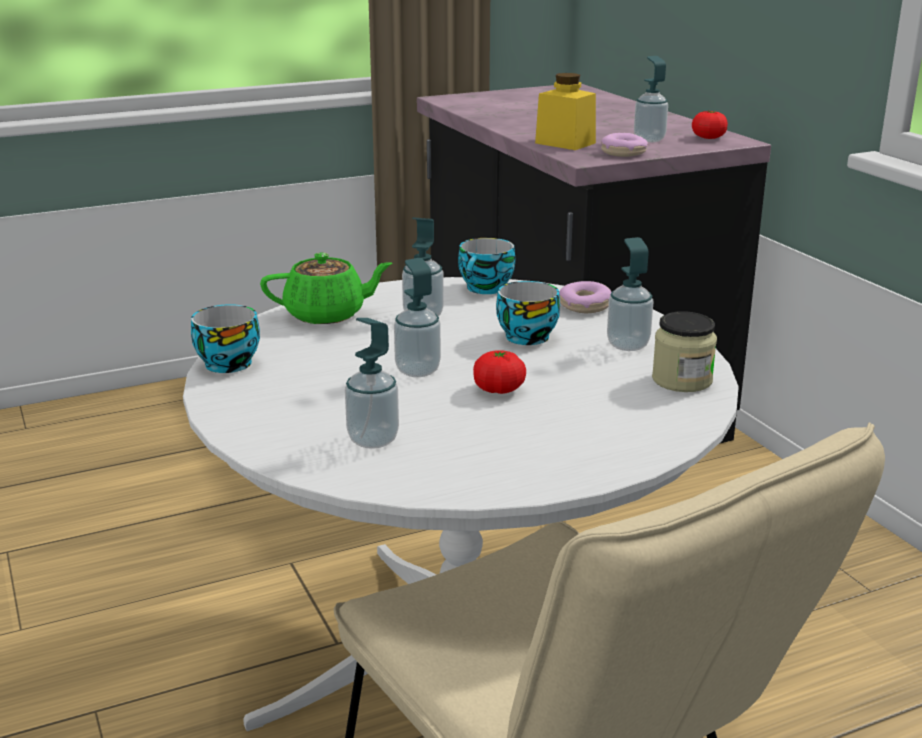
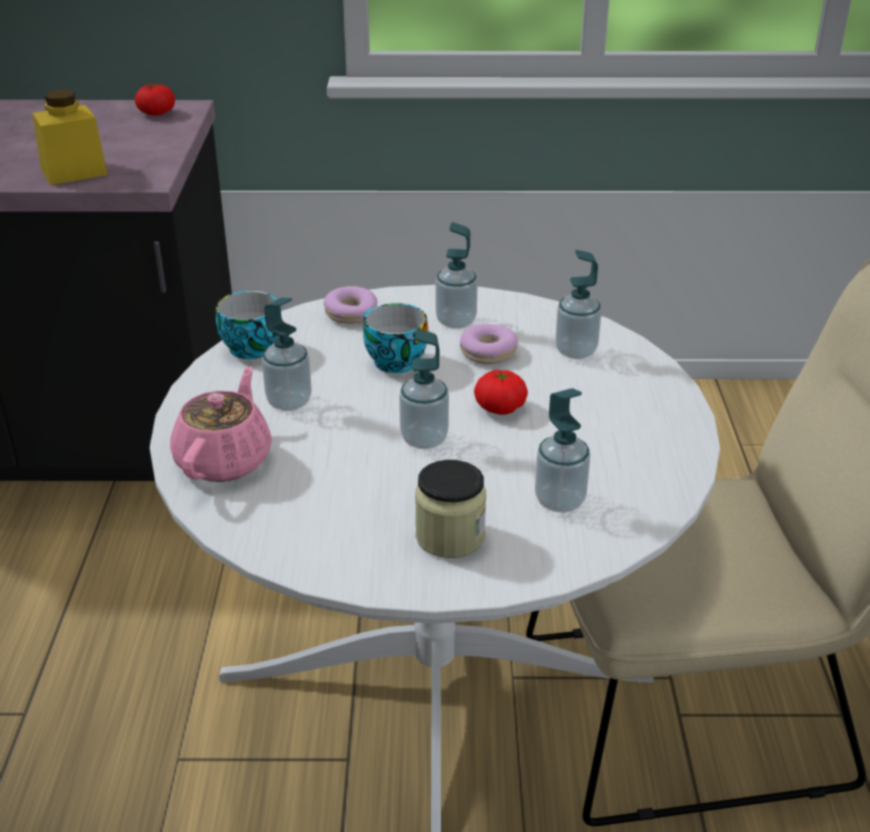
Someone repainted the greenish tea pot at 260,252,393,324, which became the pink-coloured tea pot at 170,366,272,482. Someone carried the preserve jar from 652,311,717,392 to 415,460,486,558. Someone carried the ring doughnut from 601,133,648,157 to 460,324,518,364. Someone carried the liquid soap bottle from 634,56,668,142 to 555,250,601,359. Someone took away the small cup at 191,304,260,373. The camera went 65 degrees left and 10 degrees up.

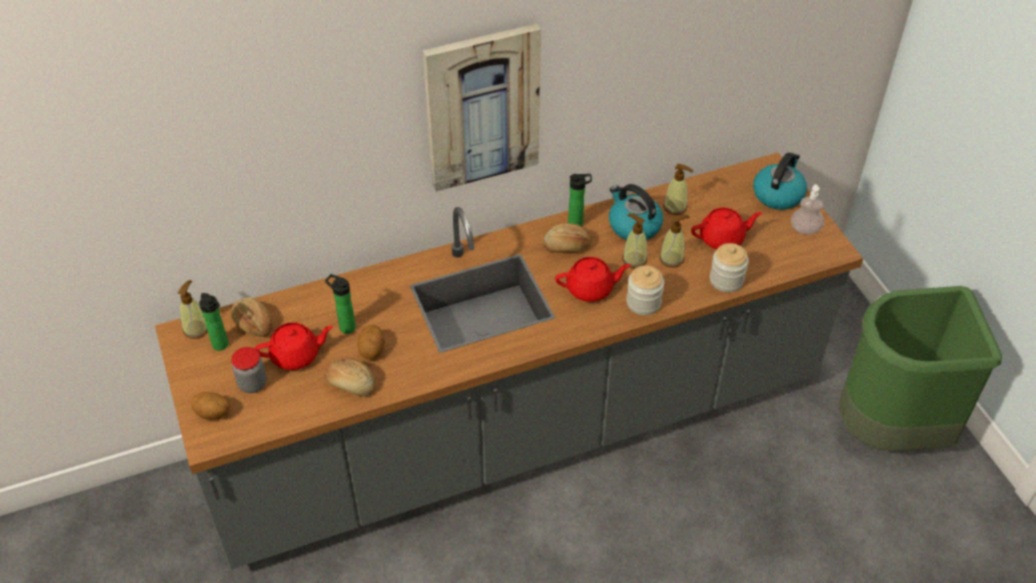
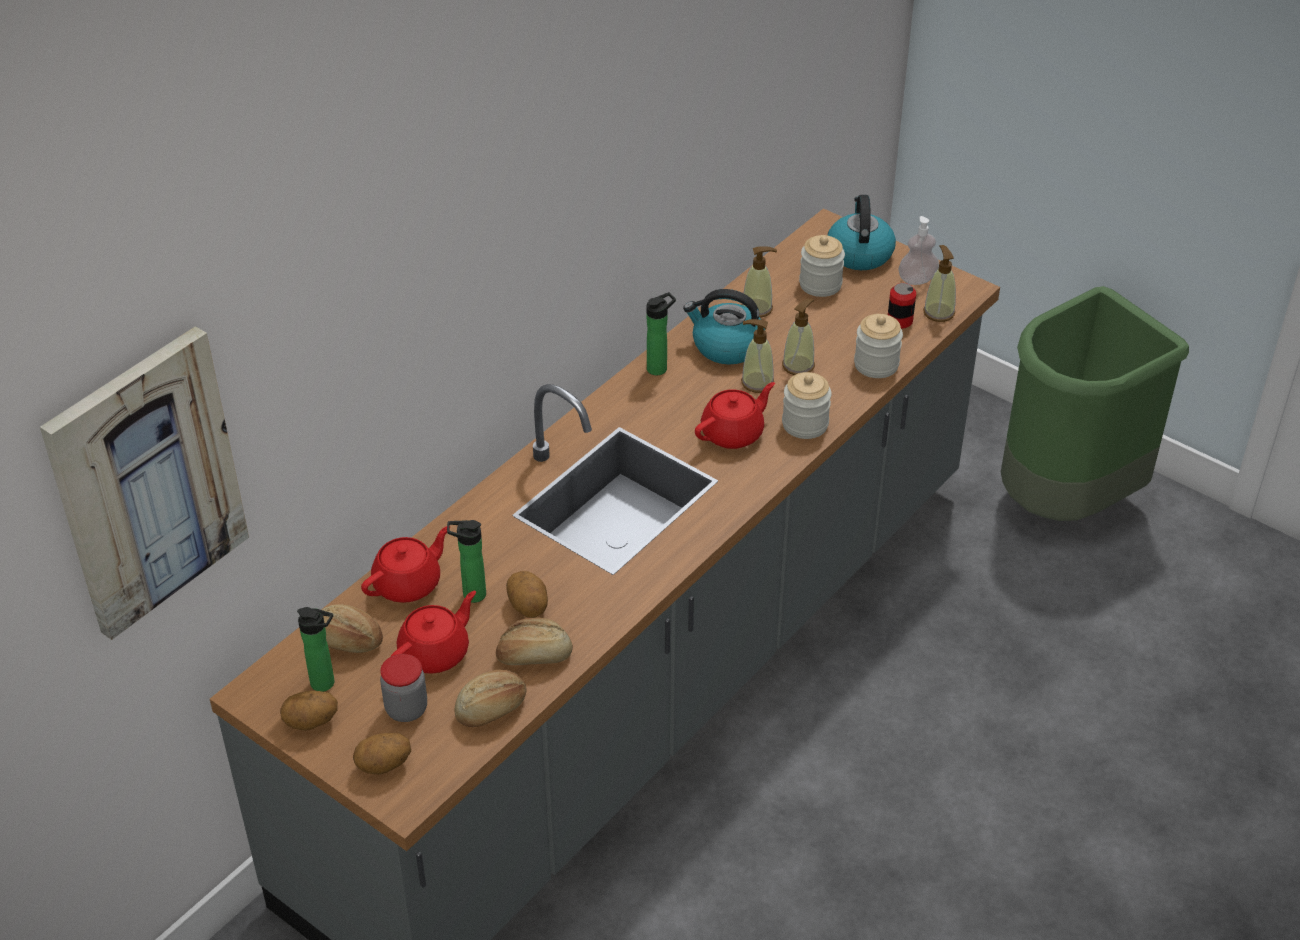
Someone carried the wall picture from 423,24,541,192 to 40,326,249,640. Someone put down the potato at 280,691,338,731. Someone carried the reddish tea pot from 691,208,762,249 to 361,526,450,603. Someone carried the bakery bread from 543,223,592,253 to 454,670,527,727. Someone put down the preserve jar at 799,235,845,297. Someone put down the sealed can at 888,283,916,329. Someone carried the liquid soap bottle from 178,280,208,339 to 923,245,956,322. The camera went 30 degrees left and 5 degrees down.

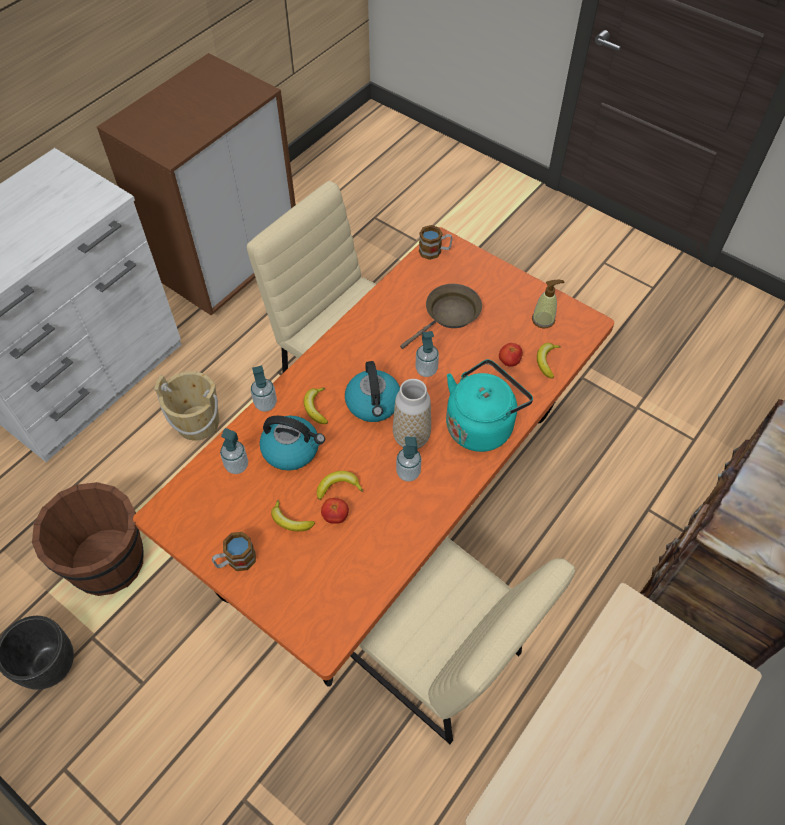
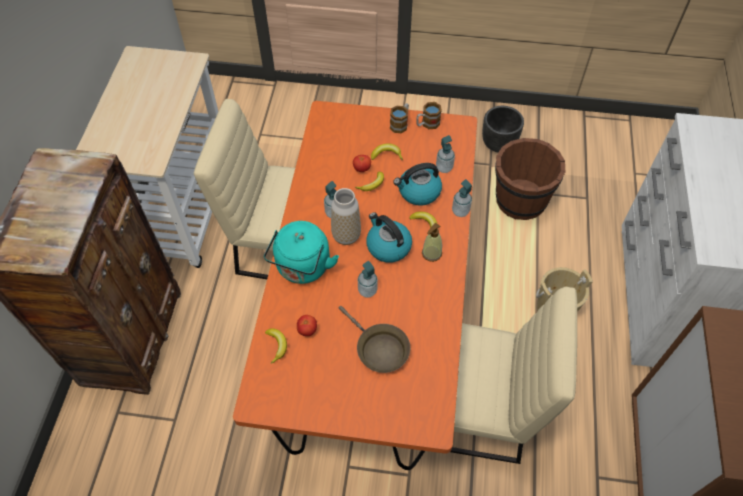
Someone rotated the brown-coloured skillet at 400,284,482,349 by 60 degrees counterclockwise. Someone carried the tea mug from 419,225,453,260 to 416,102,442,129. Someone carried the liquid soap bottle from 532,279,564,329 to 422,223,442,262. The camera went 150 degrees right and 0 degrees up.

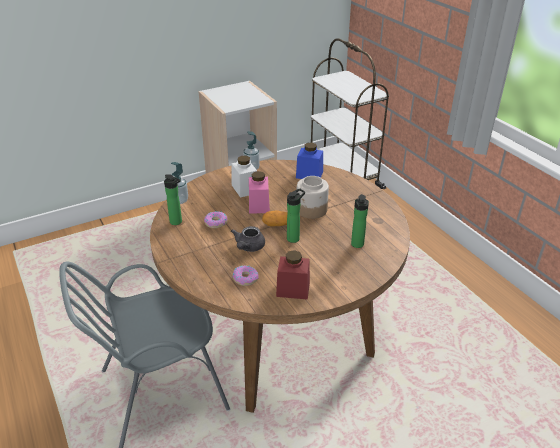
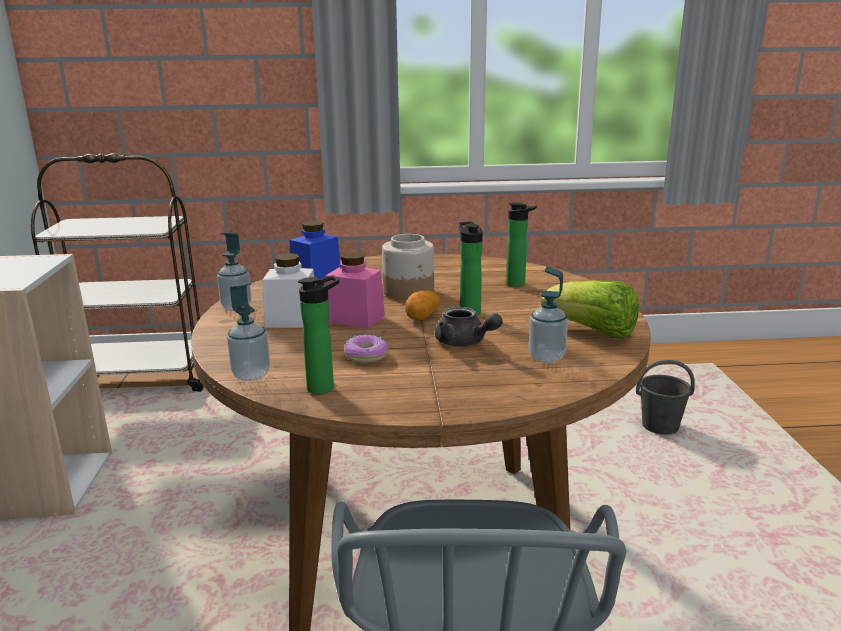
Someone swapped the ring doughnut at 232,265,259,286 for the liquid soap bottle at 529,266,568,363. Someone swapped the reddish preserve jar at 276,250,310,300 for the head of lettuce at 541,280,639,339. Someone put down the gray water bucket at 636,360,695,435. The camera went 65 degrees left and 15 degrees down.

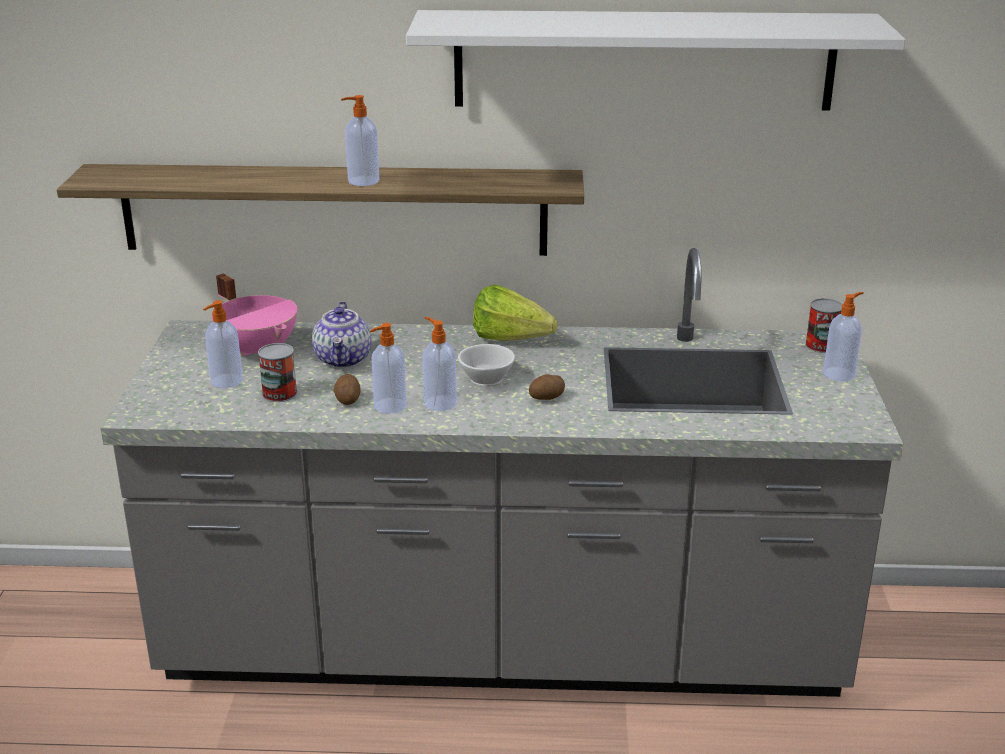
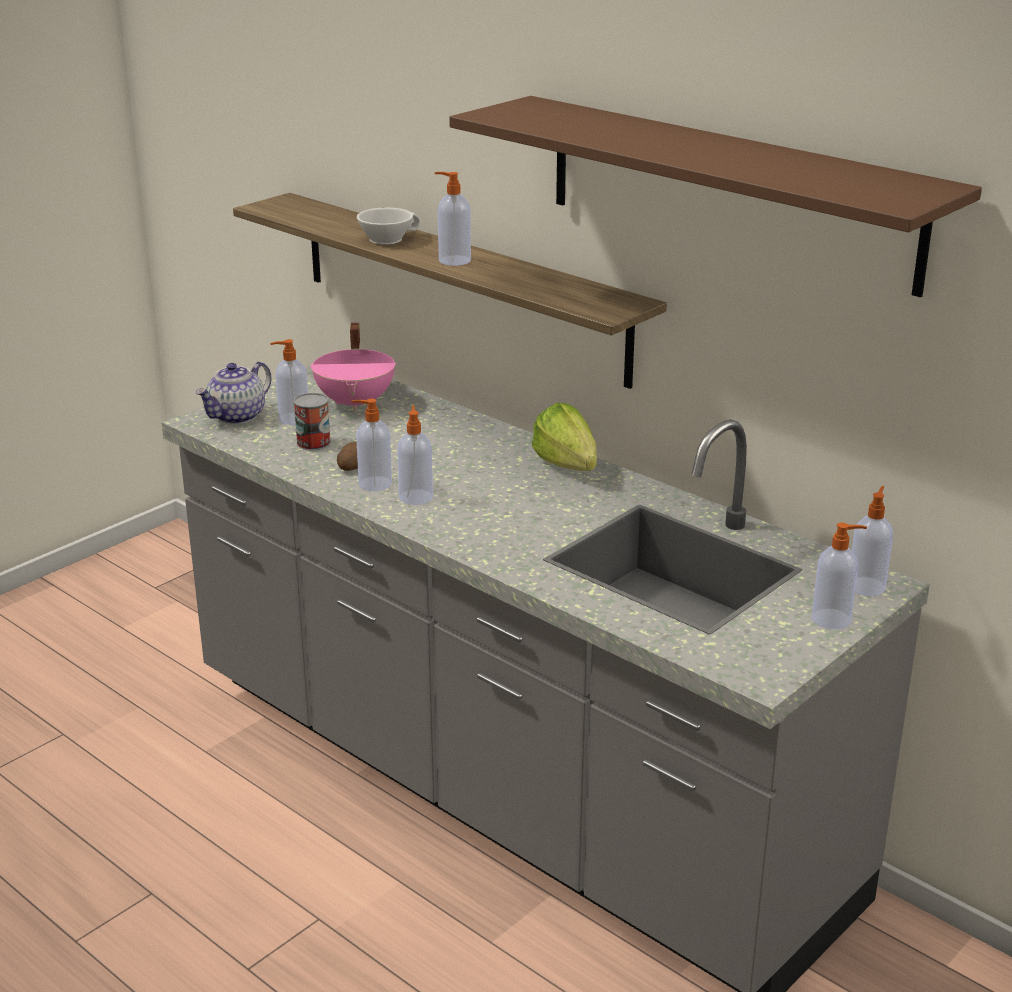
Someone carried the tea pot from 312,301,371,368 to 196,361,272,424. Someone carried the white-coloured small cup from 458,344,515,386 to 357,208,420,245. Someone repainted the white-coloured bracket shelf at 406,10,906,110, which became the brown-coloured bracket shelf at 449,96,982,297. Someone swapped the sealed can at 805,298,842,353 for the liquid soap bottle at 852,486,893,596. Someone took away the potato at 529,374,565,400. The camera went 40 degrees right and 0 degrees up.

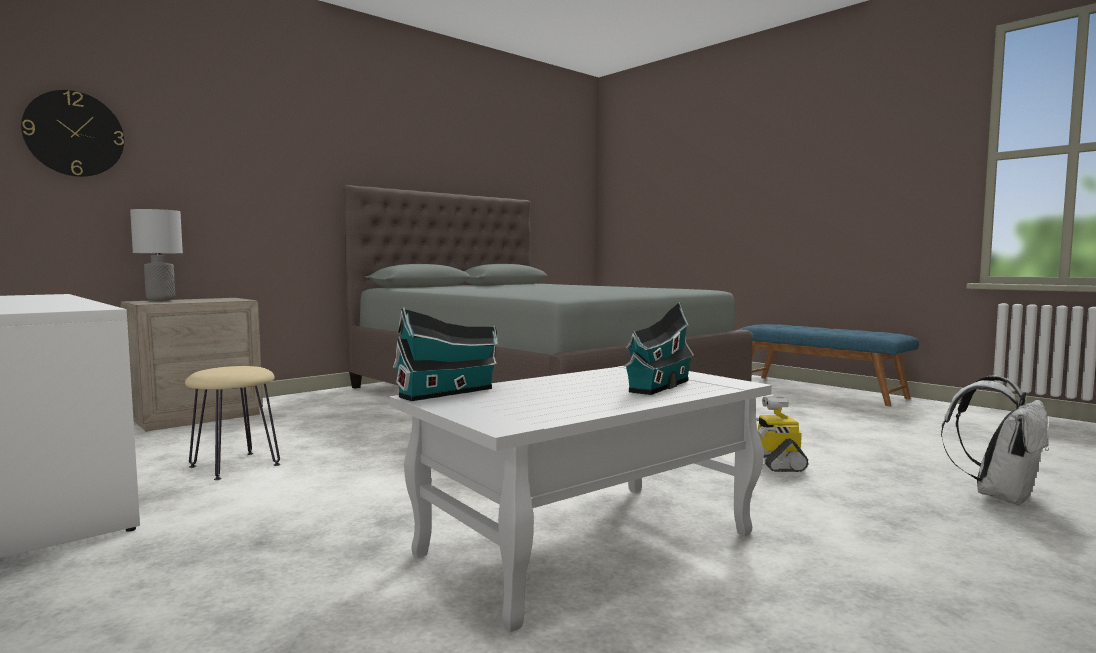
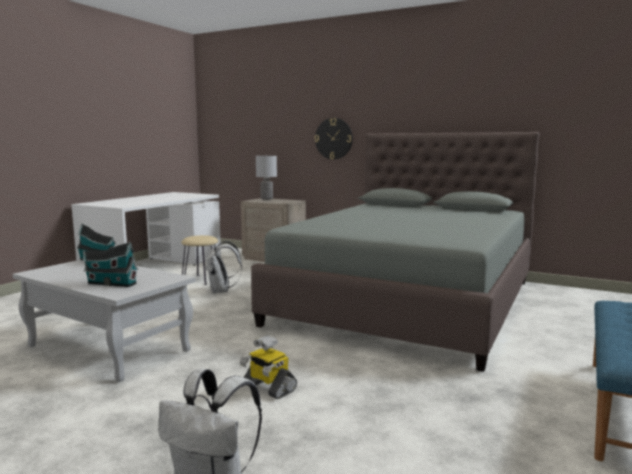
Someone put down the white-coloured rucksack at 205,241,242,293. Someone rotated the model robot at 756,397,808,472 by 120 degrees counterclockwise. Someone carried the hanging clock from 21,90,124,177 to 315,118,353,160. The camera went 70 degrees right and 5 degrees up.

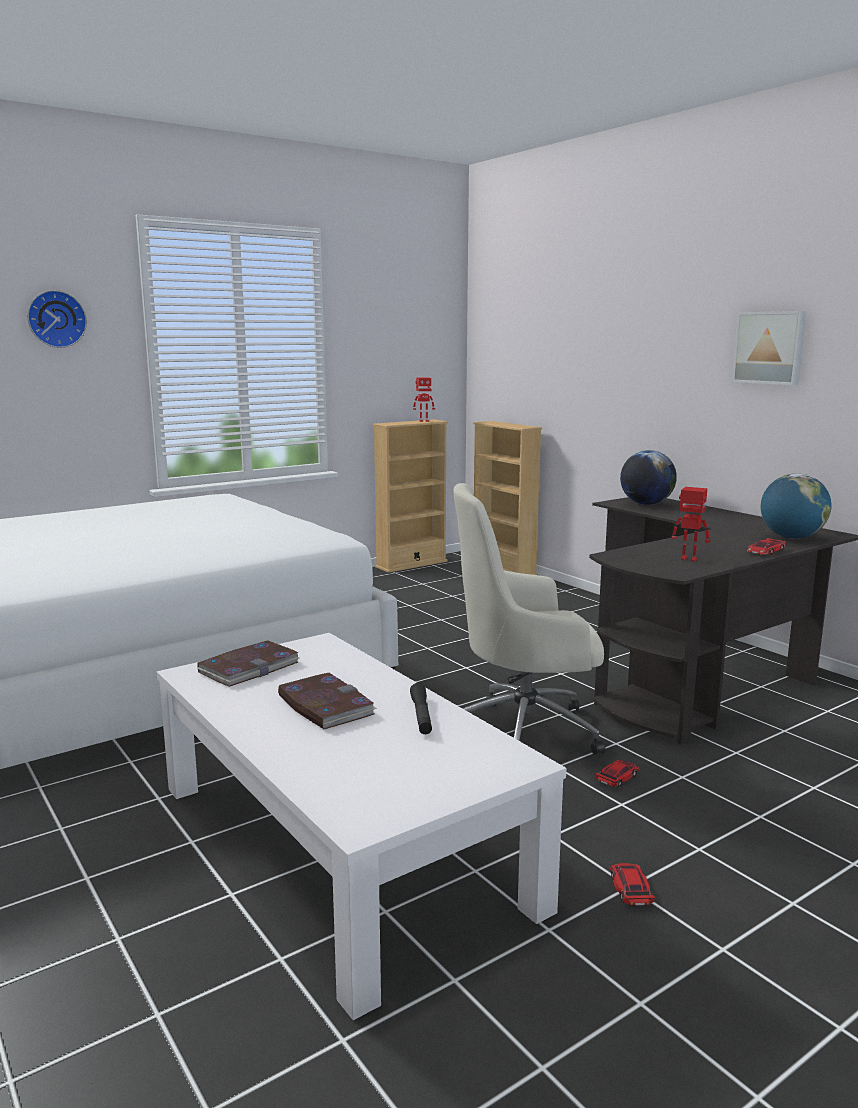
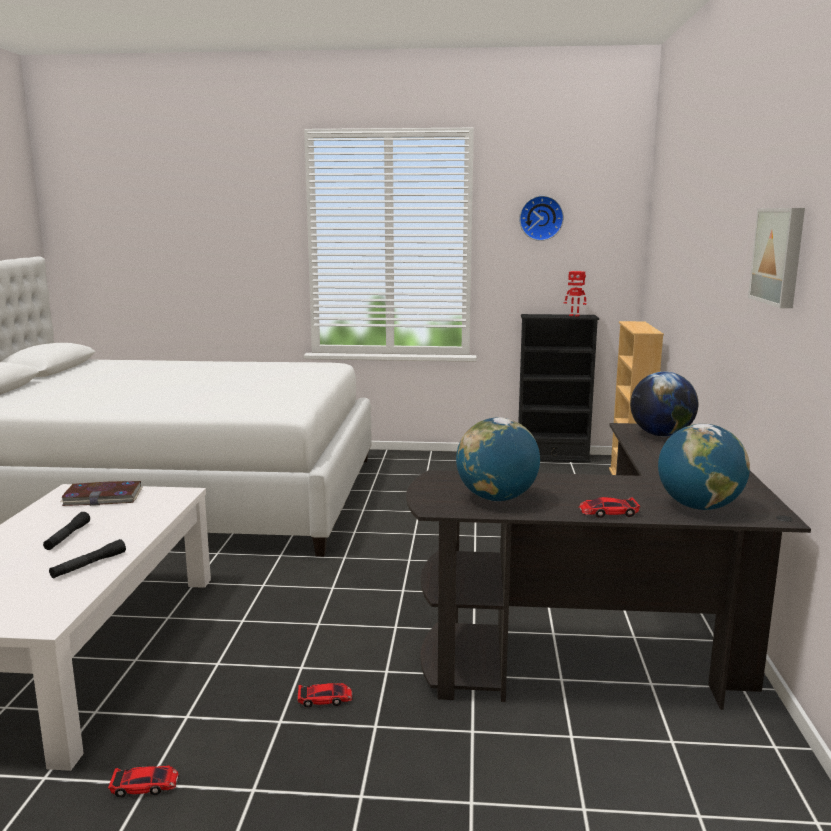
Someone swapped the book at 278,673,377,729 for the blackish torch at 43,512,90,550. Someone rotated the model car at 610,863,655,905 by 45 degrees clockwise. Someone swapped the model robot at 671,487,711,562 for the desk globe at 456,417,540,501. Someone repainted the beige-coloured shelving unit at 373,419,448,573, which became the blackish shelving unit at 518,314,599,463. Someone carried the hanging clock from 27,290,87,348 to 519,195,564,241. Someone took away the beige-coloured computer chair at 453,483,606,755. The camera went 40 degrees right and 0 degrees up.

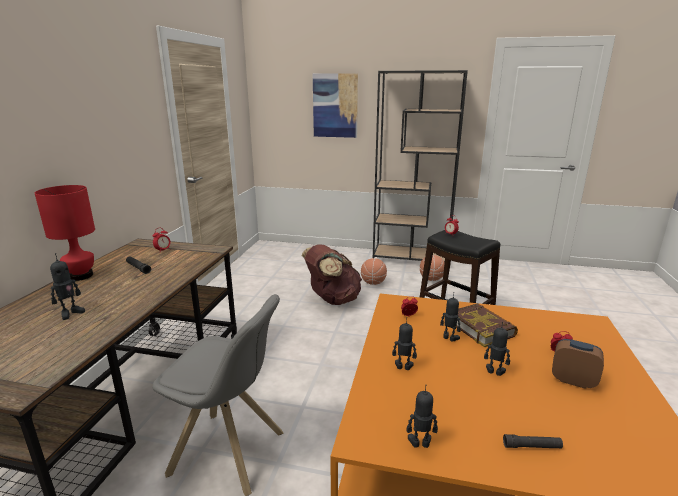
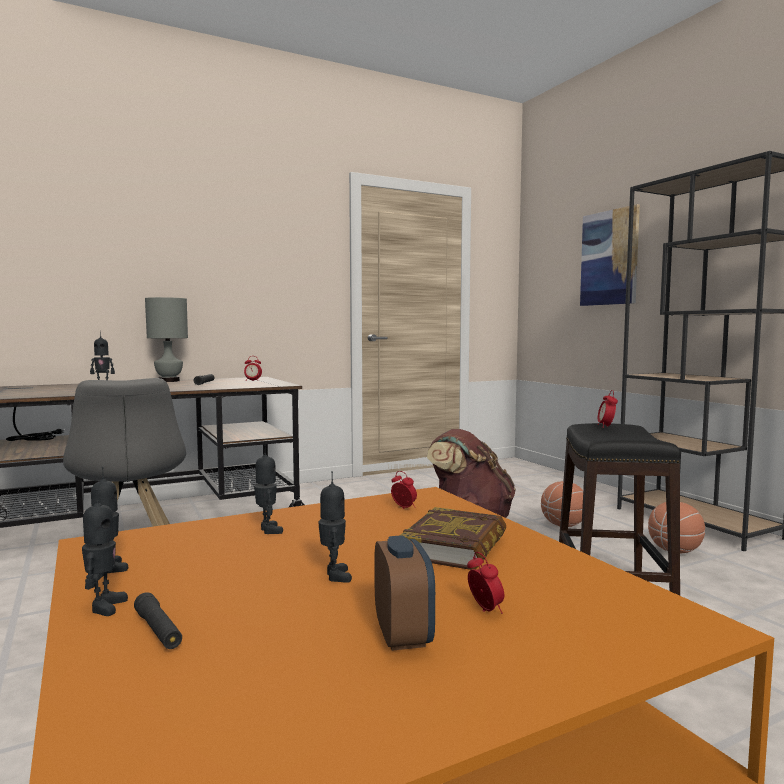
Someone carried the model robot from 440,296,461,341 to 82,489,128,616. Someone repainted the reddish tabletop lamp at 35,185,95,281, which became the gray tabletop lamp at 145,297,188,382. The camera went 50 degrees right and 15 degrees down.

